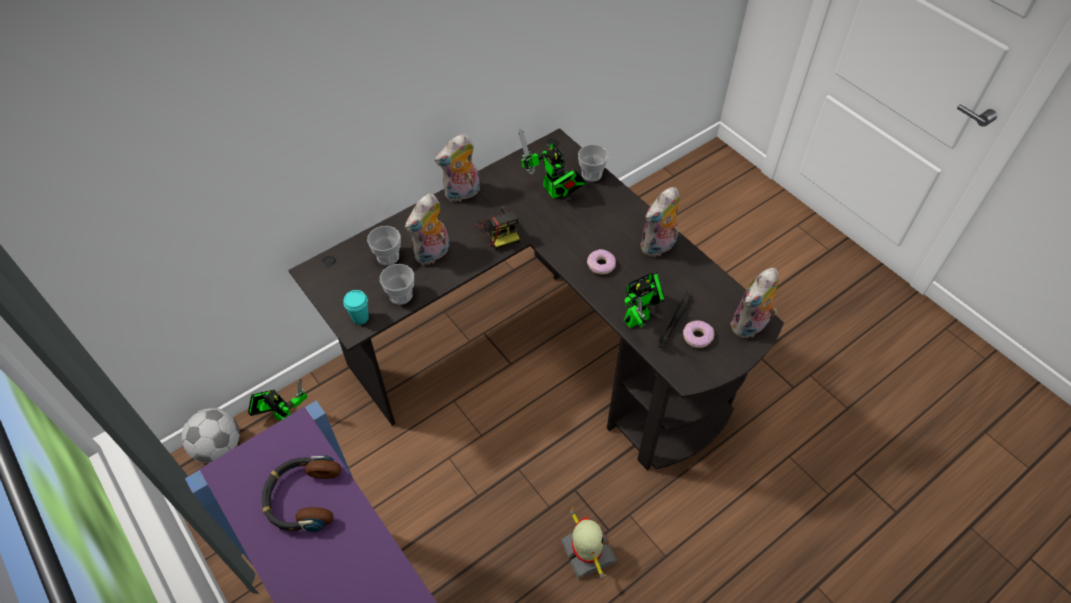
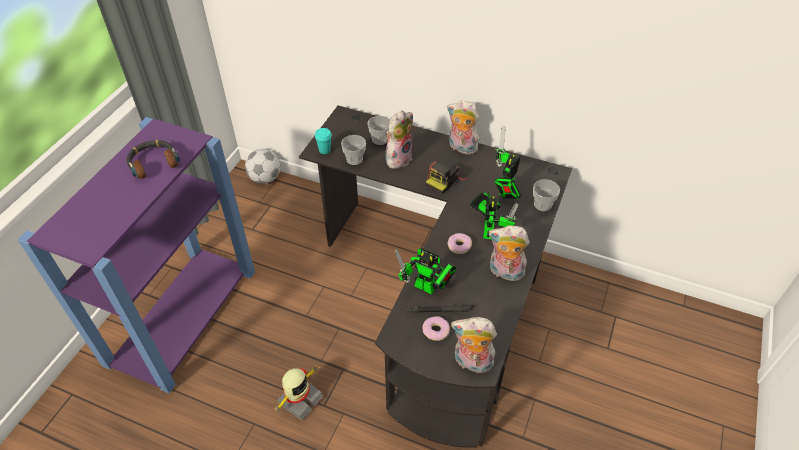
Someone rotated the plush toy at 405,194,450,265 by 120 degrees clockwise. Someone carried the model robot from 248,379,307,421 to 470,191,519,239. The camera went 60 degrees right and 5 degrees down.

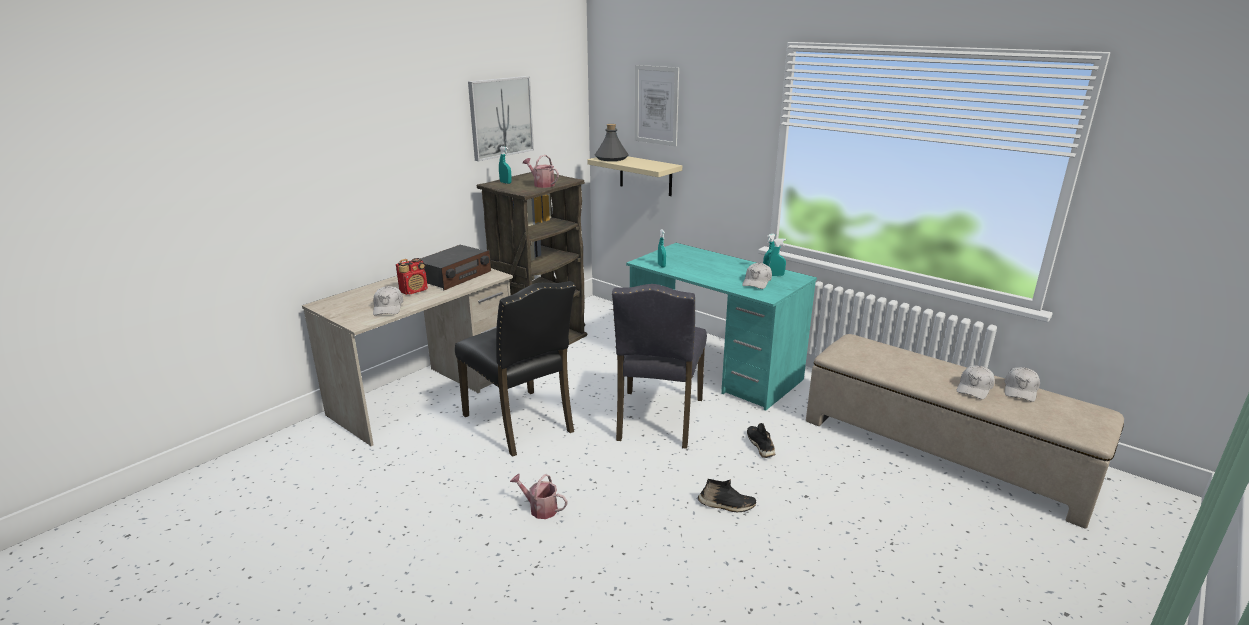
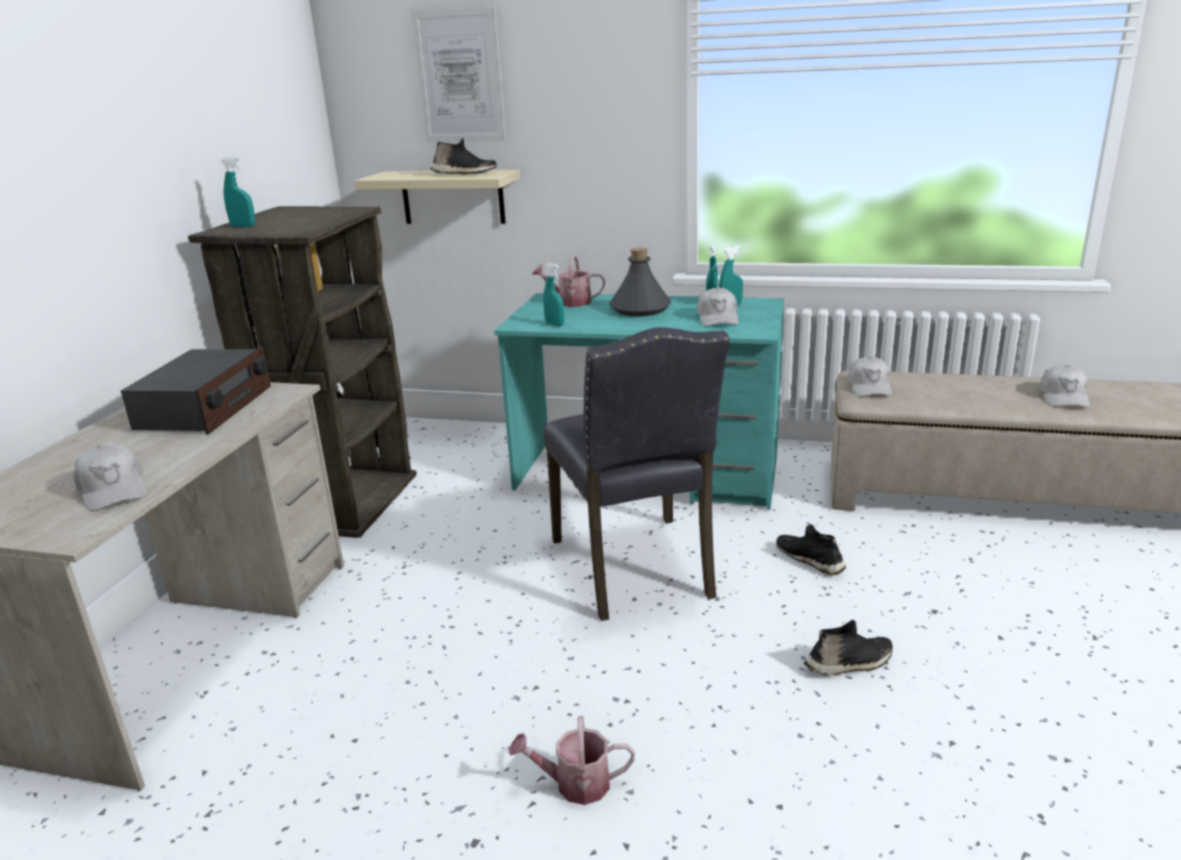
Someone put down the blackish low shoe at 430,138,497,174. Someone carried the watering can from 523,155,559,188 to 532,255,605,307. Someone carried the gray bottle from 595,124,629,161 to 609,247,671,316. Someone carried the white-coloured cap from 1004,367,1040,402 to 848,356,892,396. Someone took away the radio receiver at 396,258,428,295. Someone took away the blackish chair at 455,281,576,457. Someone took away the wall picture at 468,76,534,161. The camera went 25 degrees left and 0 degrees up.

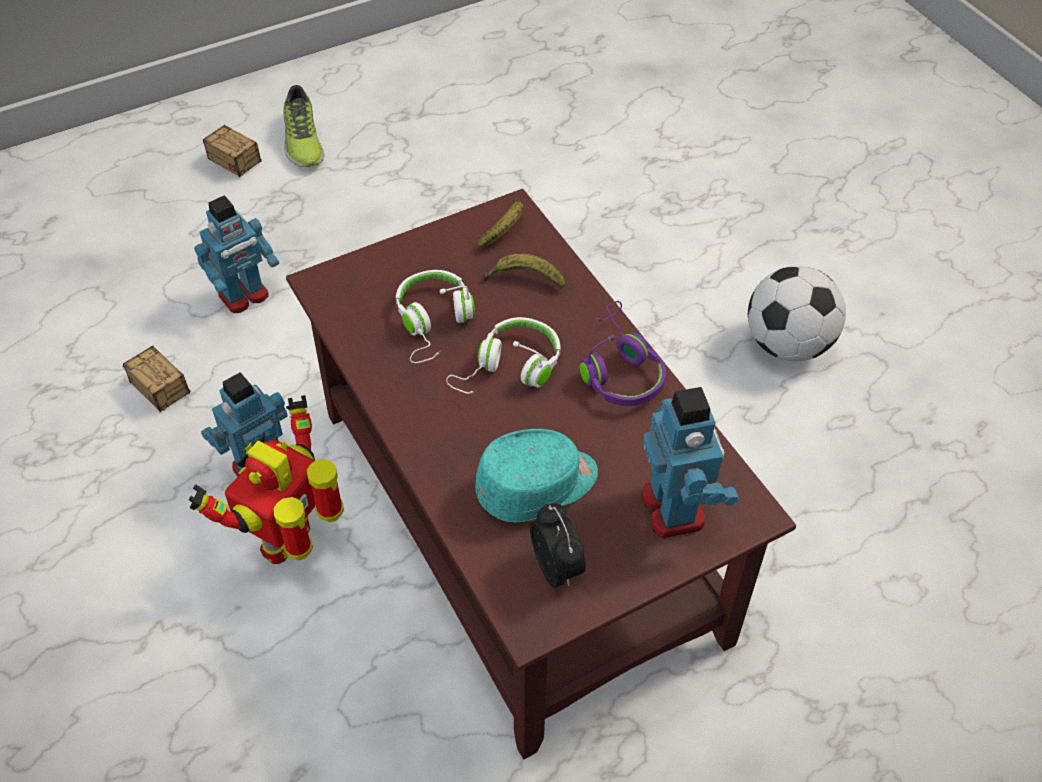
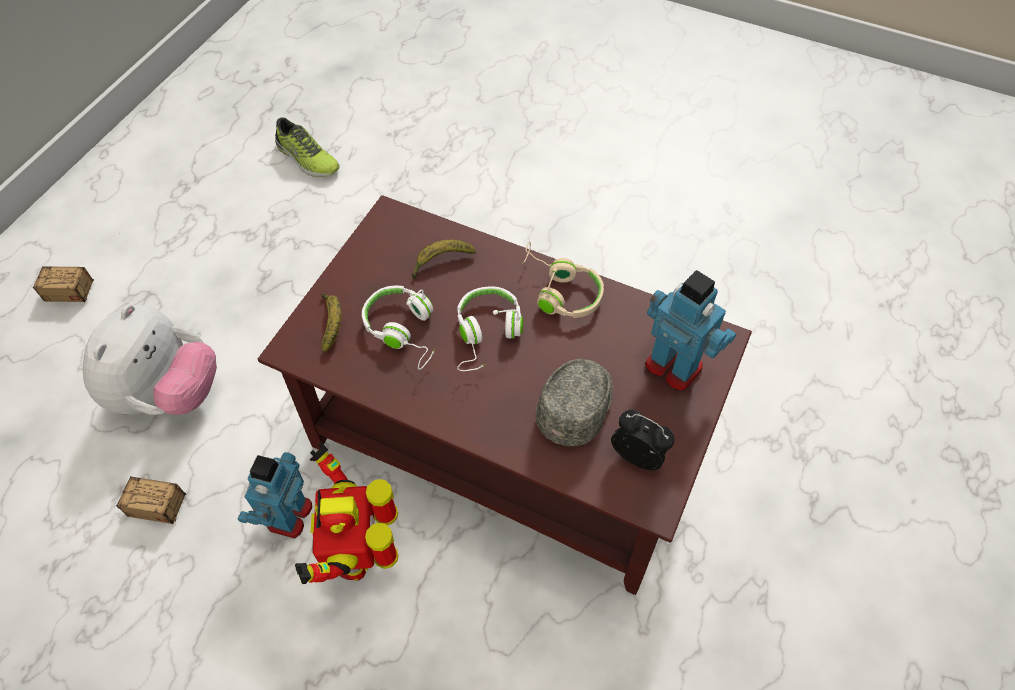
Someone swapped the model robot at 194,195,279,313 for the plush toy at 83,305,217,415. Someone carried the low shoe from 284,85,324,167 to 275,117,340,177. Someone carried the whole banana from 477,198,523,247 to 320,293,342,352. Someone repainted the purple headphones at 580,301,666,406, which became the beige-coloured headphones at 521,242,604,318. Someone repainted the turquoise-coloured cap at 475,429,598,523, which became the gray cap at 536,359,613,446. Someone took away the ball for football at 748,266,846,361. The camera went 35 degrees left and 5 degrees up.

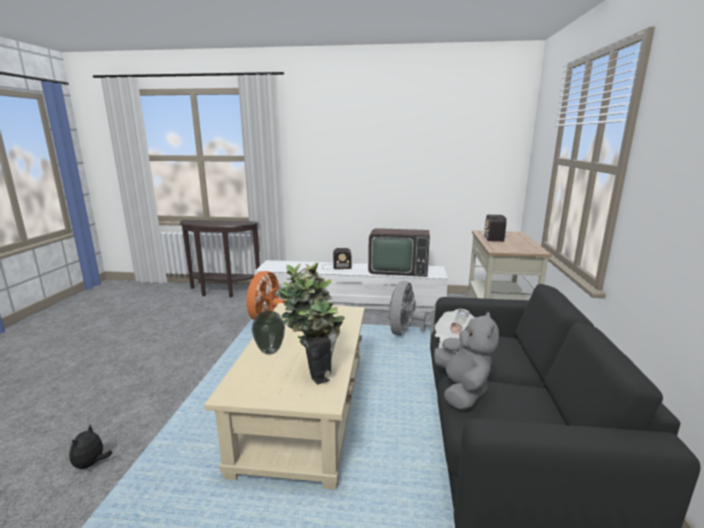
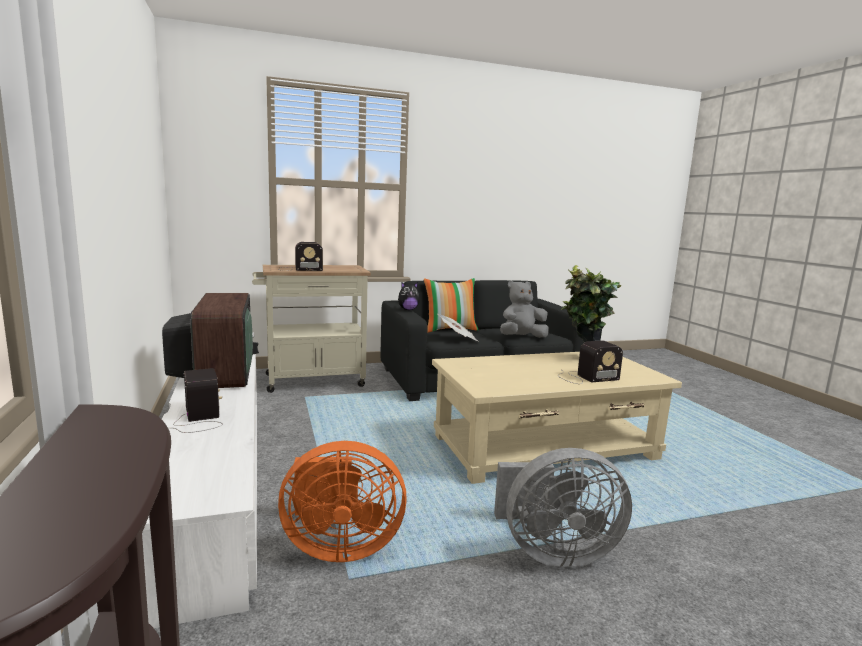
Someone carried the plush toy from 69,425,112,469 to 398,282,420,310. Someone put down the pillow at 424,278,478,333. Someone carried the gray cooling fan from 389,281,437,337 to 494,448,632,568. Someone swapped the vase at 252,311,285,355 for the radio receiver at 558,341,623,384. The camera went 115 degrees left and 5 degrees down.

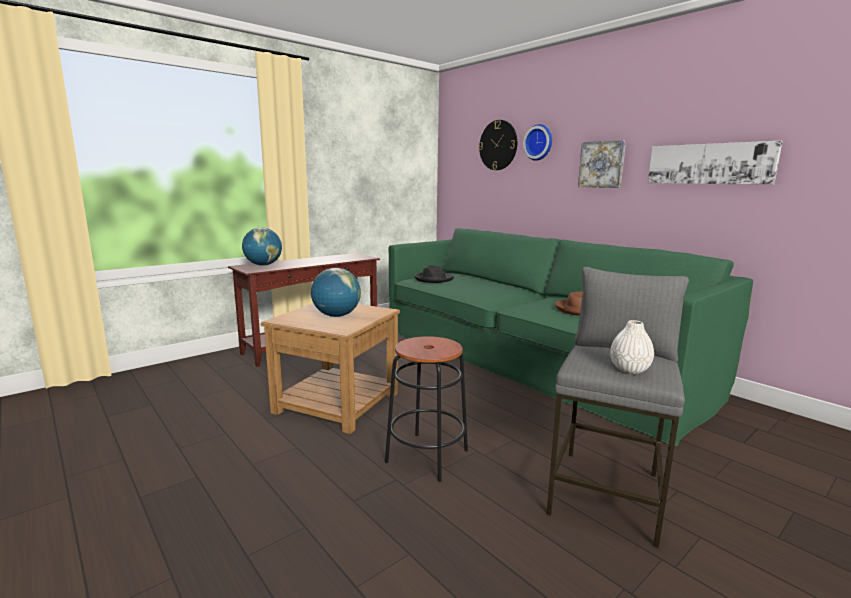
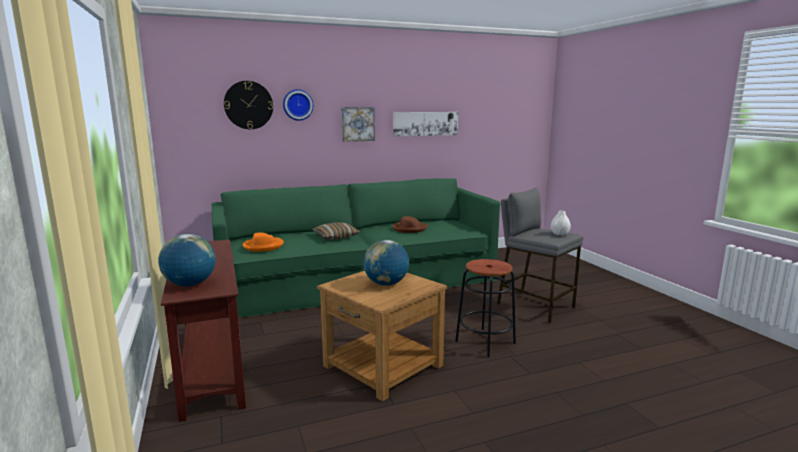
Someone repainted the blackish wearable hat at 414,265,454,283, which became the orangey wearable hat at 243,232,284,252. Someone put down the pillow at 312,222,360,239. The camera went 70 degrees left and 0 degrees up.

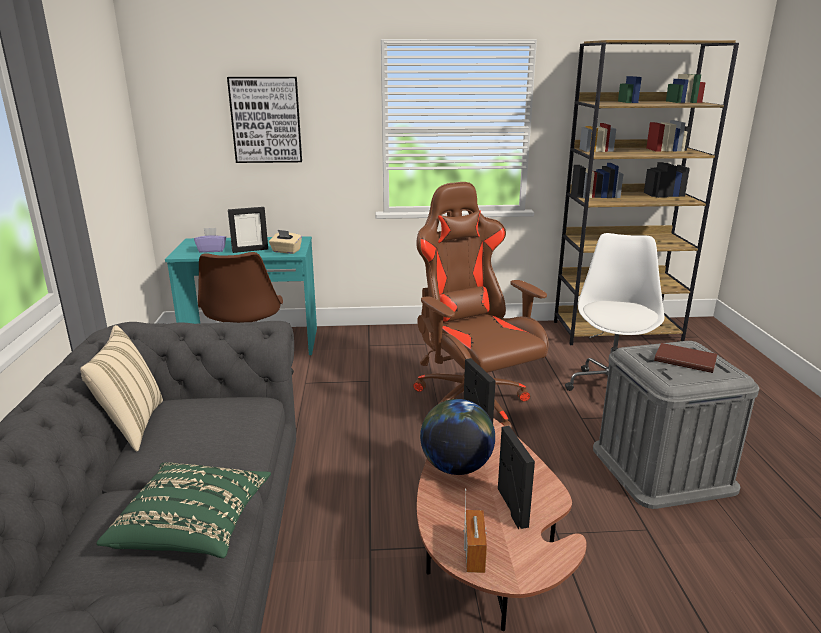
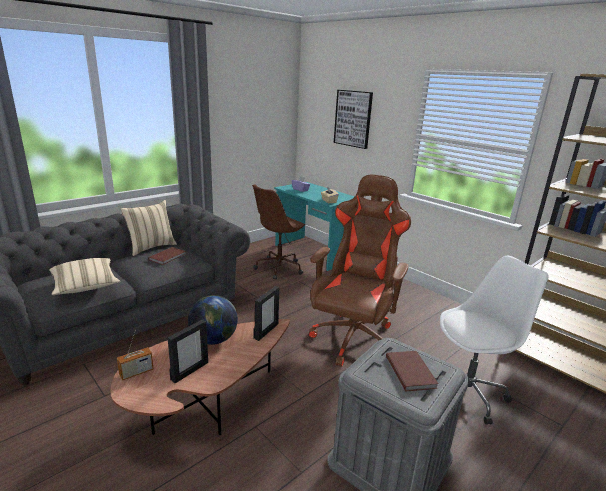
Someone repainted the greenish pillow at 96,462,271,558, which became the beige-coloured pillow at 49,258,120,295. Someone put down the brown-coloured book at 148,247,186,265. Someone took away the standing frame at 228,207,268,253. The camera went 50 degrees right and 0 degrees up.

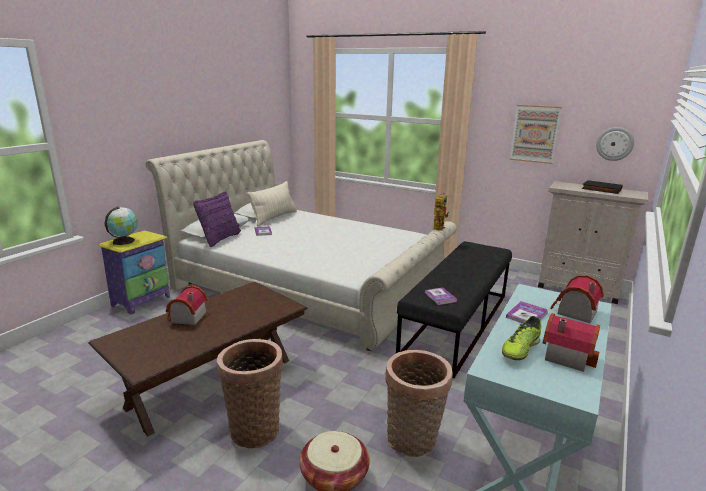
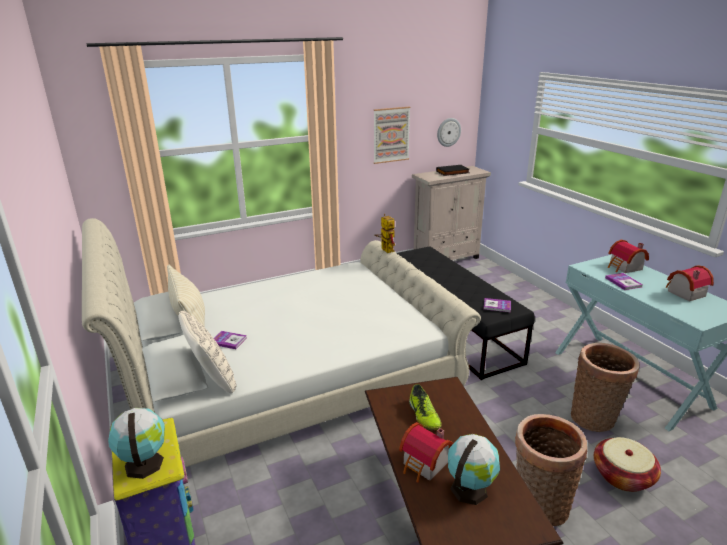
Someone repainted the purple pillow at 193,191,241,247, which became the beige-coloured pillow at 179,311,236,393. Someone carried the low shoe from 502,316,541,360 to 409,384,442,430. Someone put down the desk globe at 448,434,500,505. The camera went 55 degrees left and 5 degrees up.

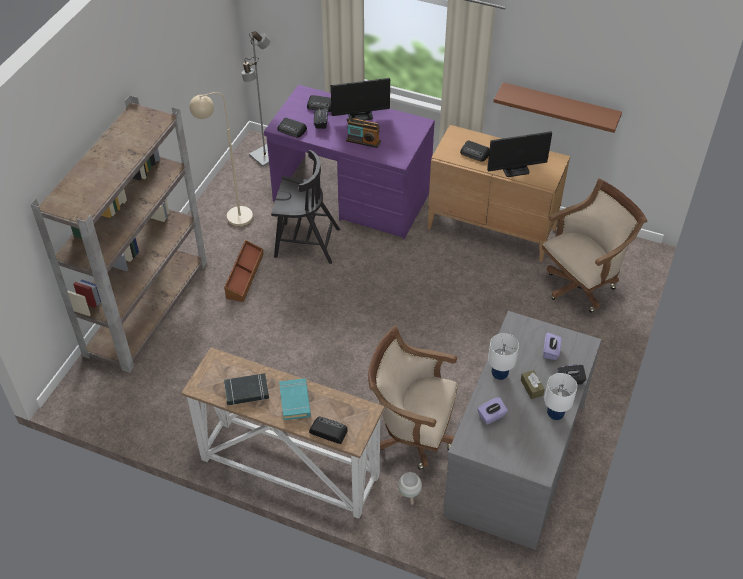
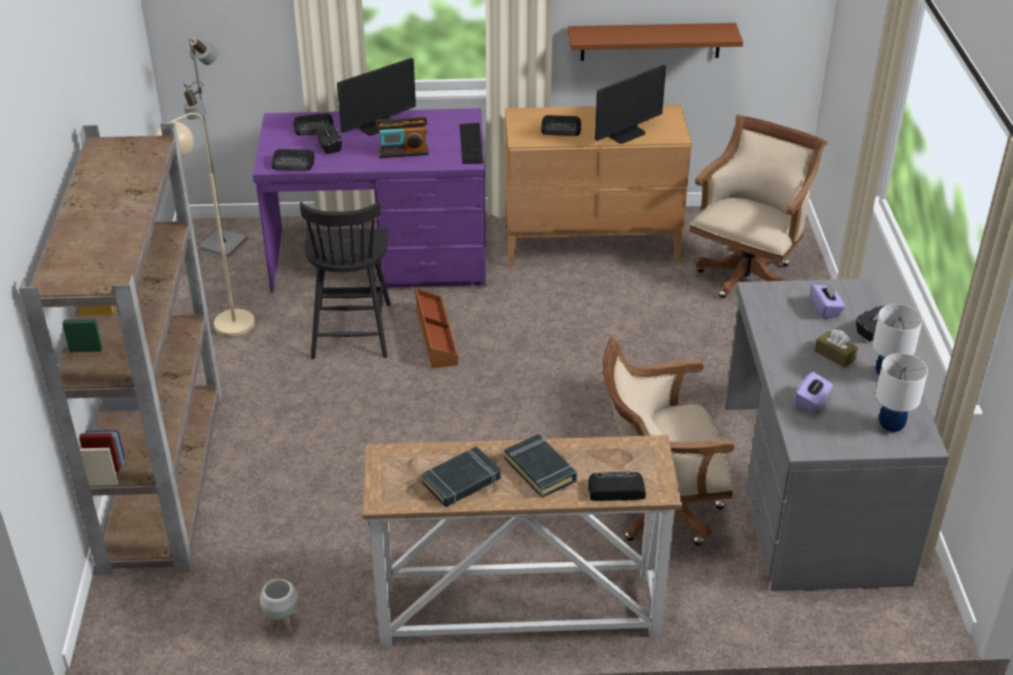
Someone carried the white-coloured planter from 398,472,422,505 to 260,579,298,632. Someone rotated the blackish chair at 271,150,340,264 by 105 degrees clockwise. Someone carried the brown-coloured storage bin from 224,240,264,302 to 415,288,458,368. Someone put down the computer keyboard at 460,123,483,164. Someone repainted the turquoise-coloured book at 279,378,311,420, which became the blackish book at 504,434,577,498. Someone carried the white-coloured tabletop lamp from 488,333,519,380 to 876,353,928,432. The camera went 25 degrees left and 10 degrees down.

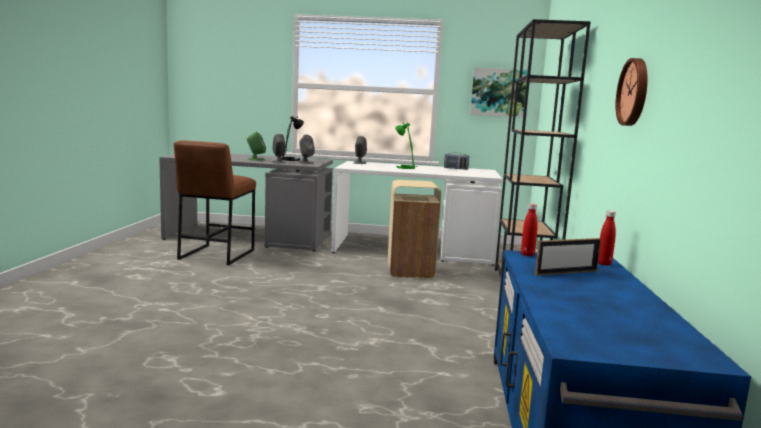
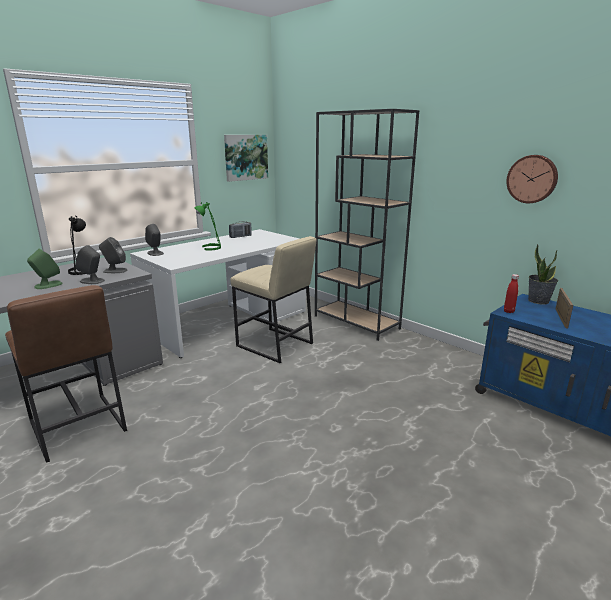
Someone swapped the beige-coloured waste bin at 388,180,441,279 for the beige-coloured chair at 230,236,317,363. Someone swapped the reddish bottle at 598,211,616,266 for the plant in a pot at 528,244,558,305. The camera went 50 degrees left and 10 degrees up.

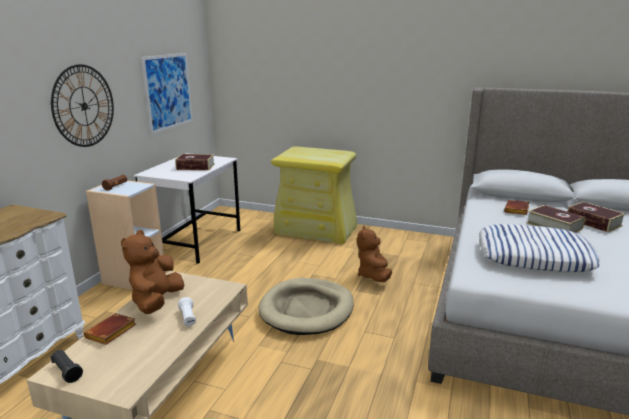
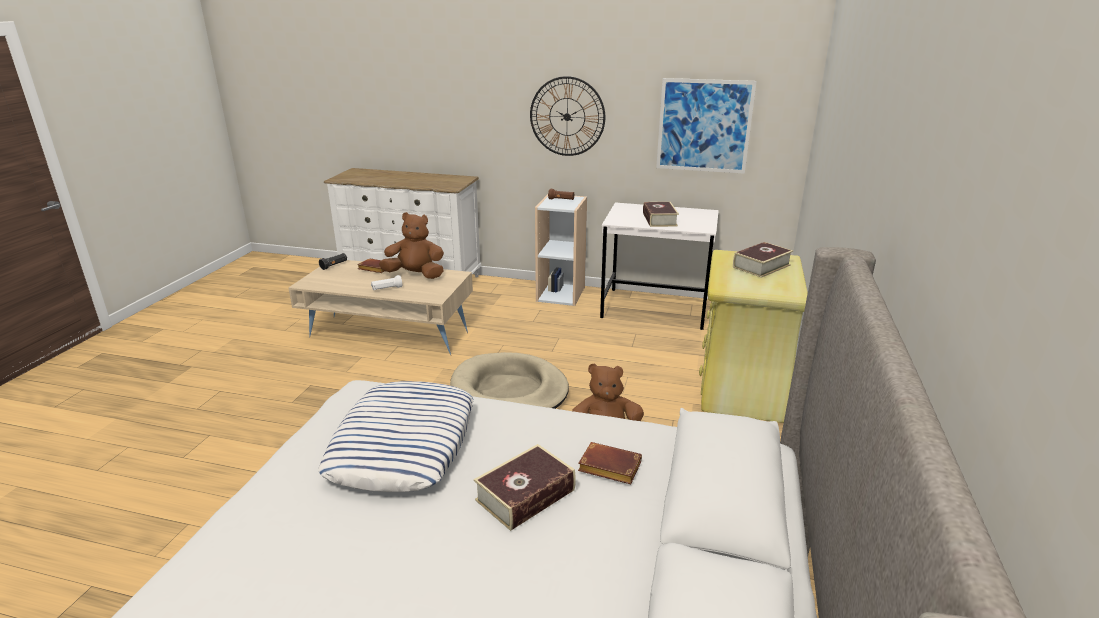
Someone carried the book from 567,202,626,232 to 733,242,793,278. The camera went 85 degrees right and 5 degrees up.

